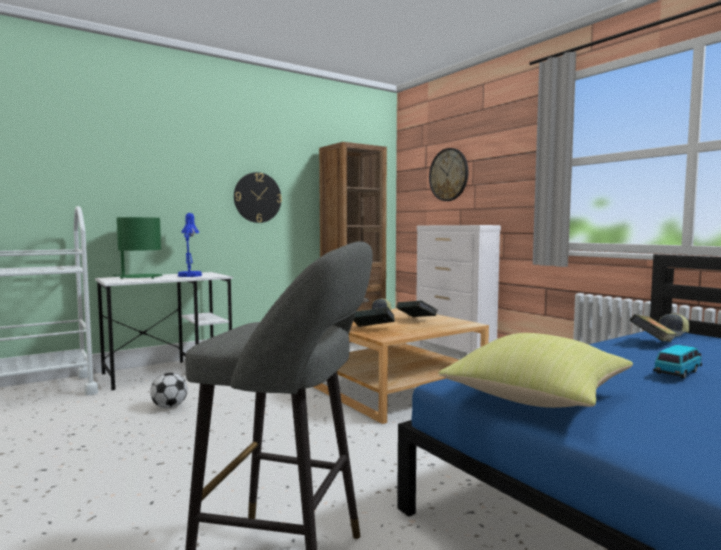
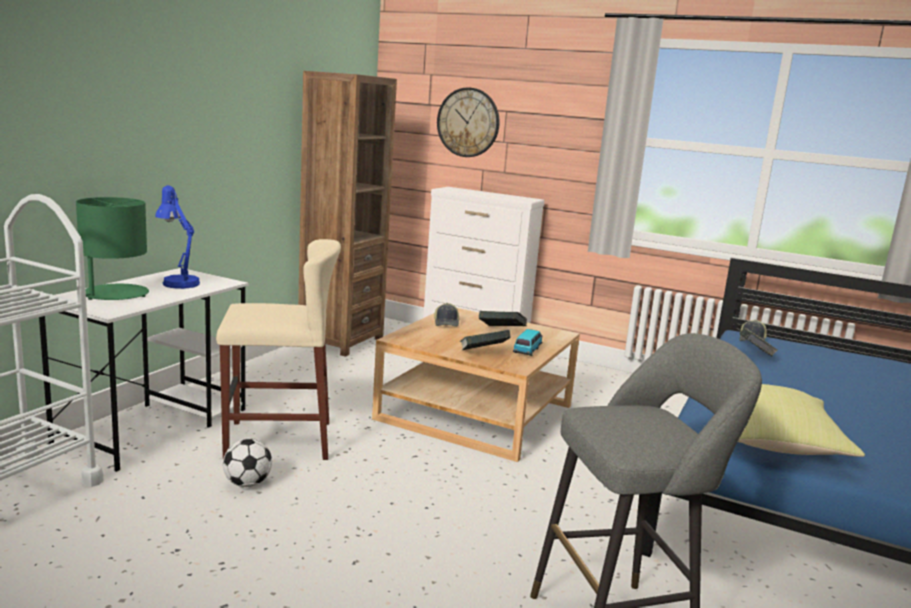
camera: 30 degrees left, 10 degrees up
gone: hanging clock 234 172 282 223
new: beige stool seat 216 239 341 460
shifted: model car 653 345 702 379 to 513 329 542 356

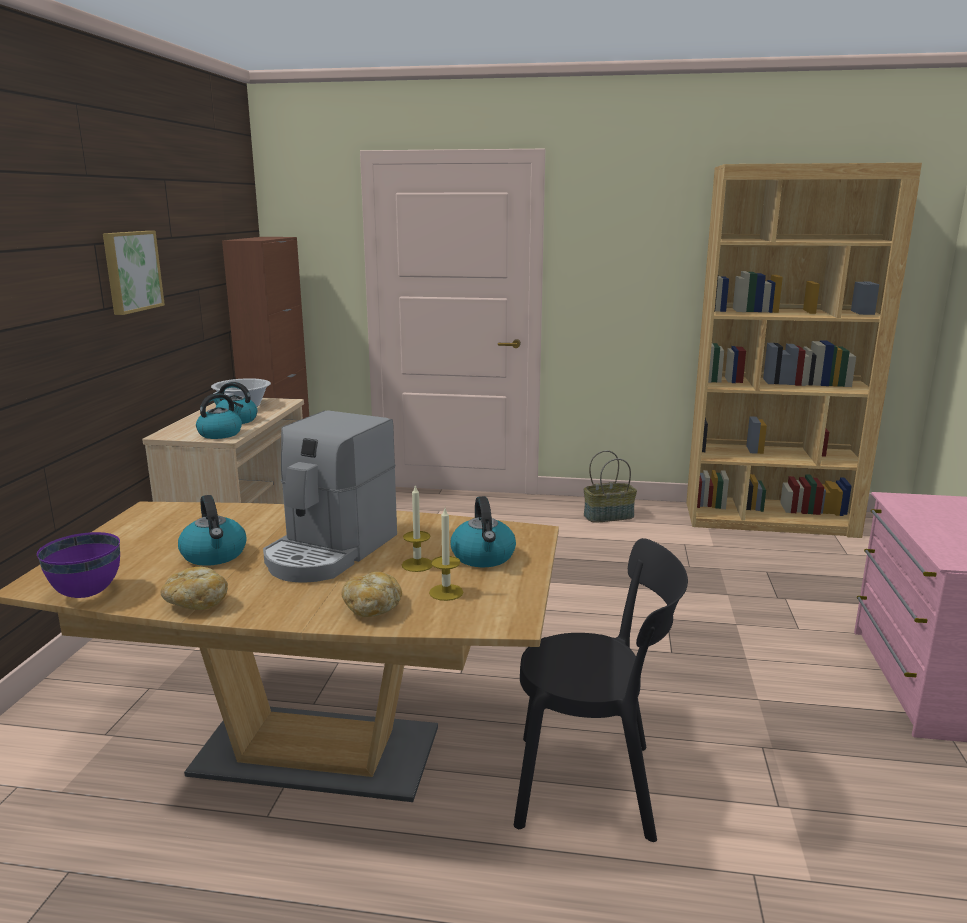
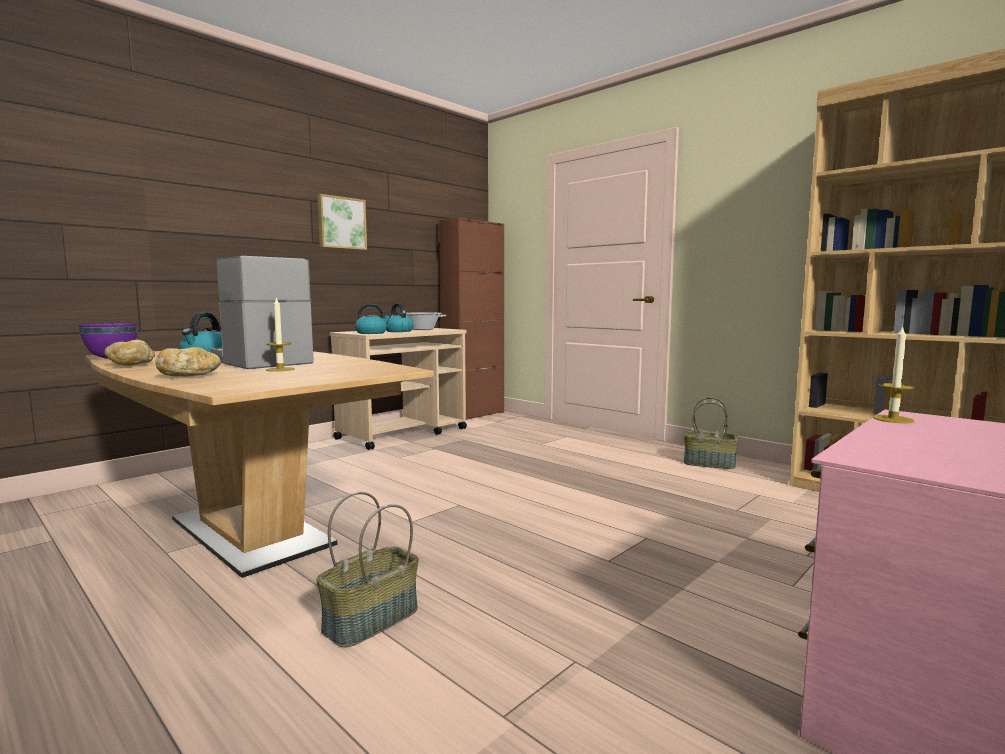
camera: 35 degrees right, 10 degrees down
gone: water kettle 451 496 516 567
shifted: candle 429 508 463 601 to 872 325 915 423
swapped: blackish upright chair 514 538 688 842 to storage basket 316 492 419 648
rotated: coffee brewer 263 410 397 583 = 211 256 314 369 75 degrees clockwise

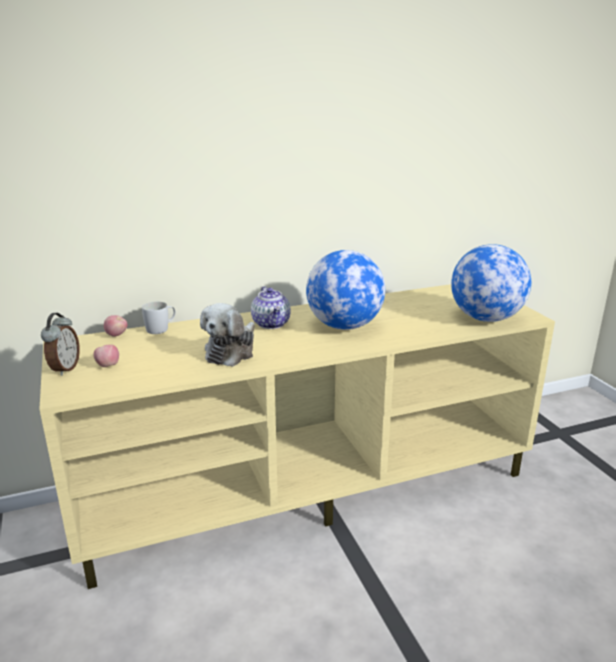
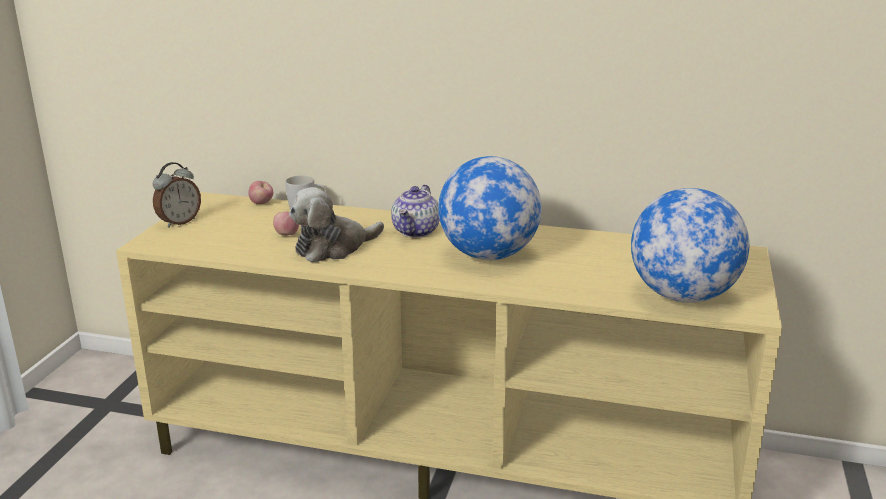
camera: 35 degrees right, 0 degrees up
shifted: whole apple 93 345 119 367 to 273 212 300 235

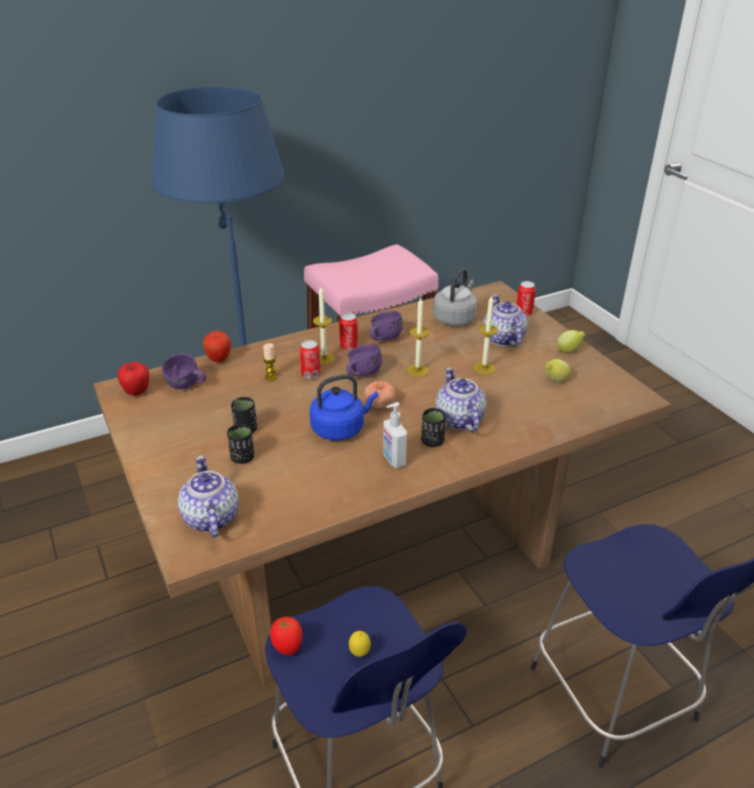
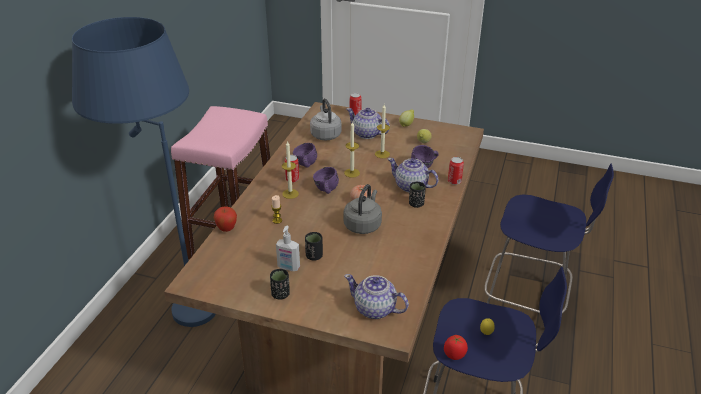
camera: 45 degrees left, 0 degrees up
gone: whole apple 118 362 149 396
shifted: sealed can 300 340 321 379 to 448 157 464 185; purplish mug 162 353 206 389 to 411 145 439 168; liquid soap bottle 383 402 407 468 to 276 226 300 271; blackish drinking cup 227 424 254 464 to 270 269 290 300
repainted: blue-coloured water kettle 310 374 378 441 to grey water kettle 343 184 382 234

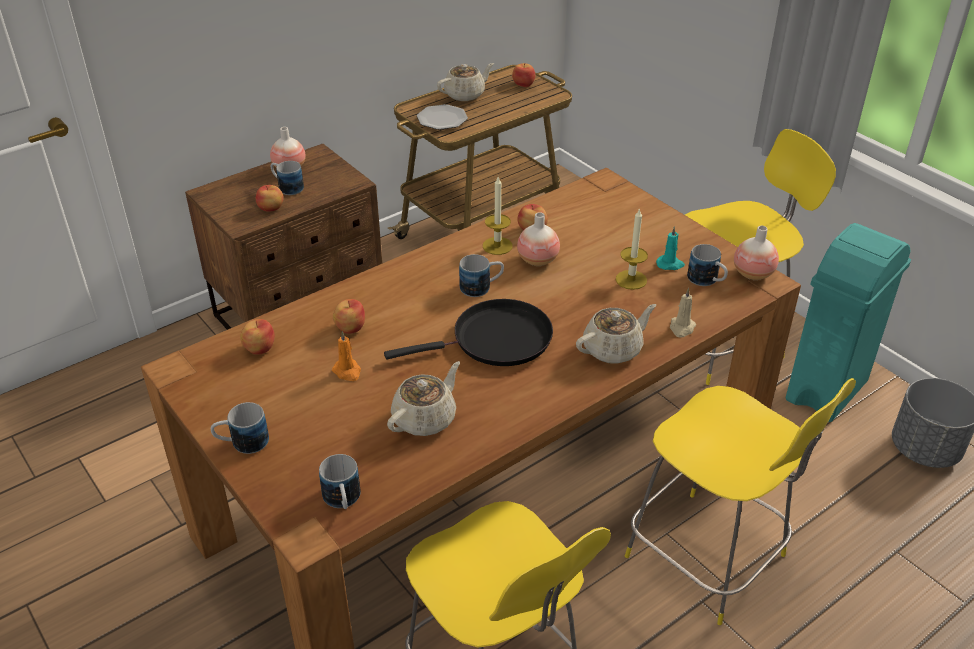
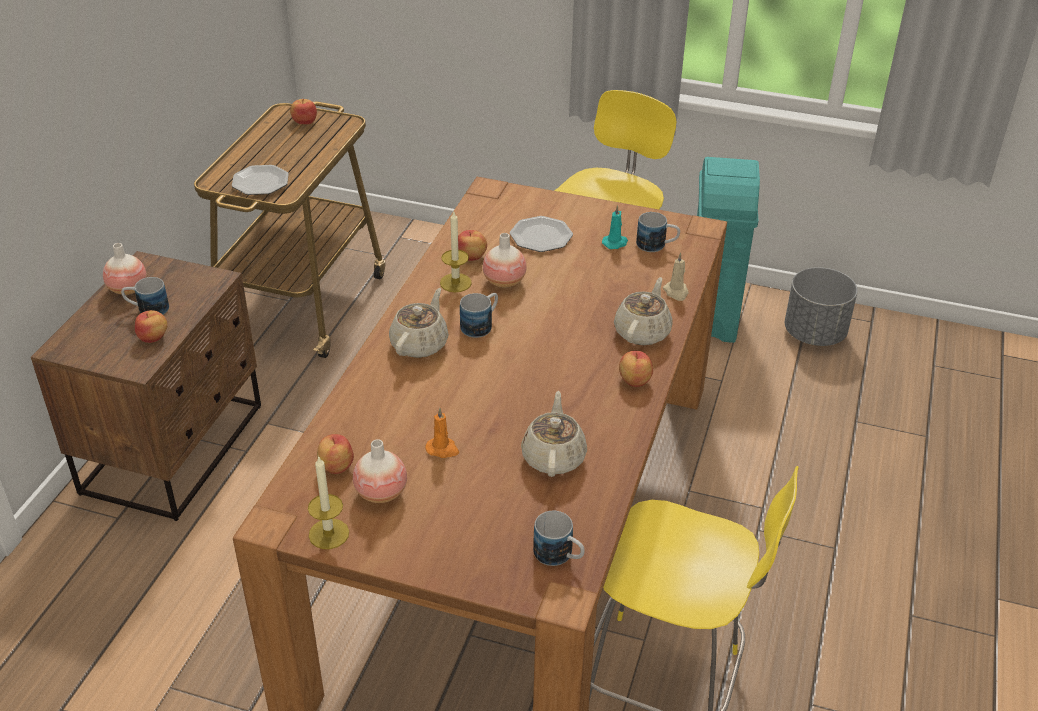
camera: 35 degrees left, 0 degrees up
gone: blackish pan 384 299 553 366; yellow-coloured upright chair 625 378 856 625; mug 211 402 269 454
new: dinner plate 510 216 573 252
shifted: beige tea pot 437 63 494 101 to 389 288 449 358; candle 616 208 648 290 to 308 455 349 549; decorative vase 734 226 779 280 to 353 439 407 503; whole apple 333 299 365 334 to 619 351 653 387

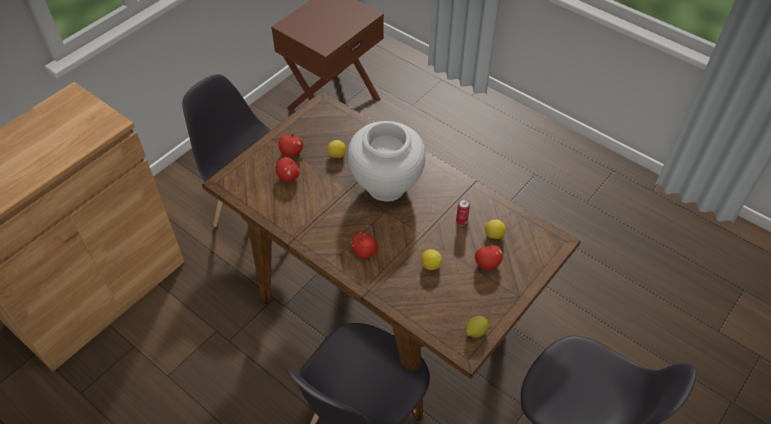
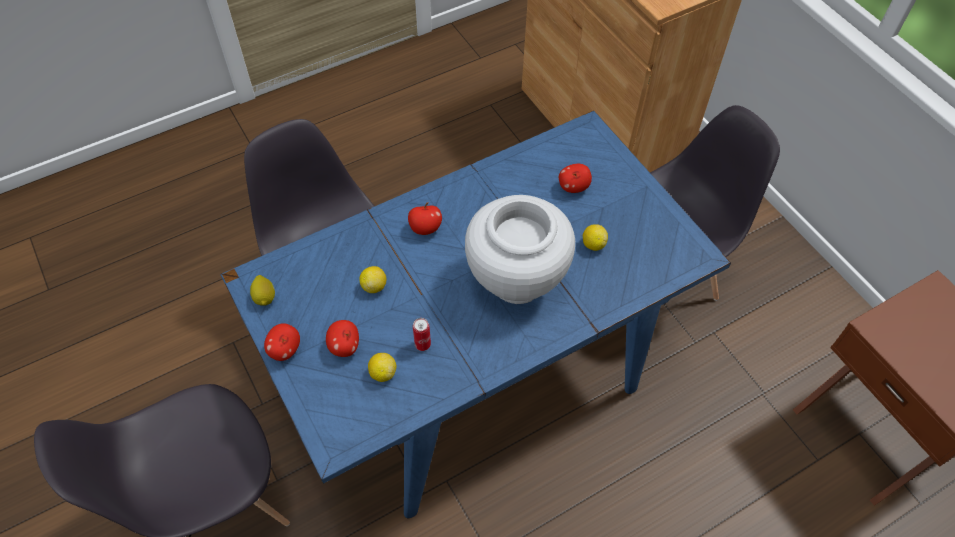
camera: 110 degrees right, 5 degrees up
shifted: whole apple 278 133 303 157 to 264 323 300 361
repainted: brownish dining table 202 91 581 421 to blue-coloured dining table 220 111 731 518

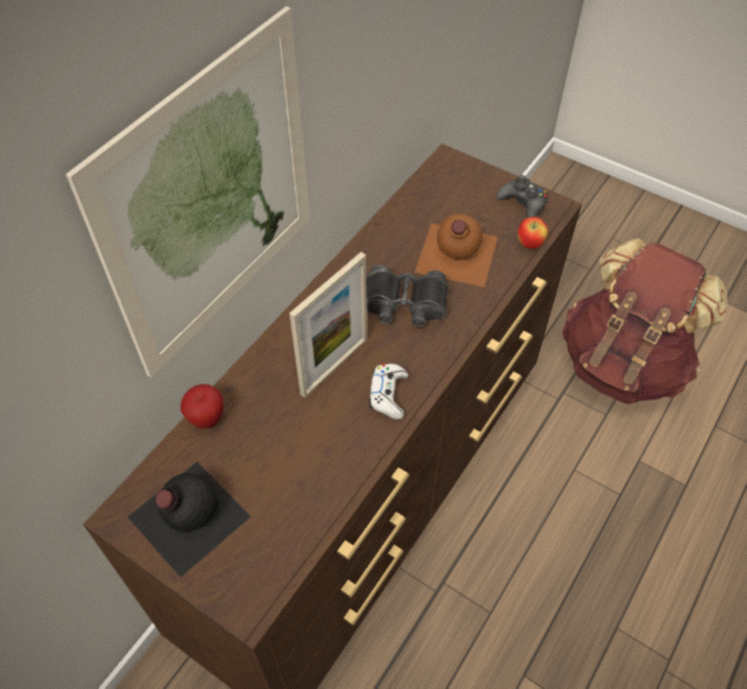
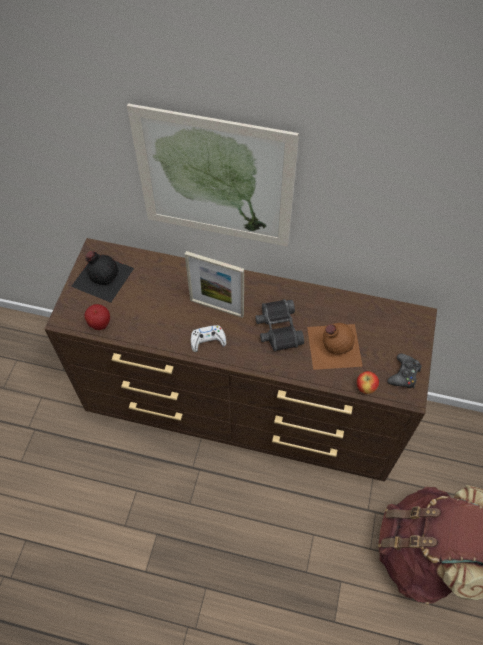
camera: 70 degrees right, 5 degrees up
shifted: whole apple 181 384 223 429 to 84 304 110 330

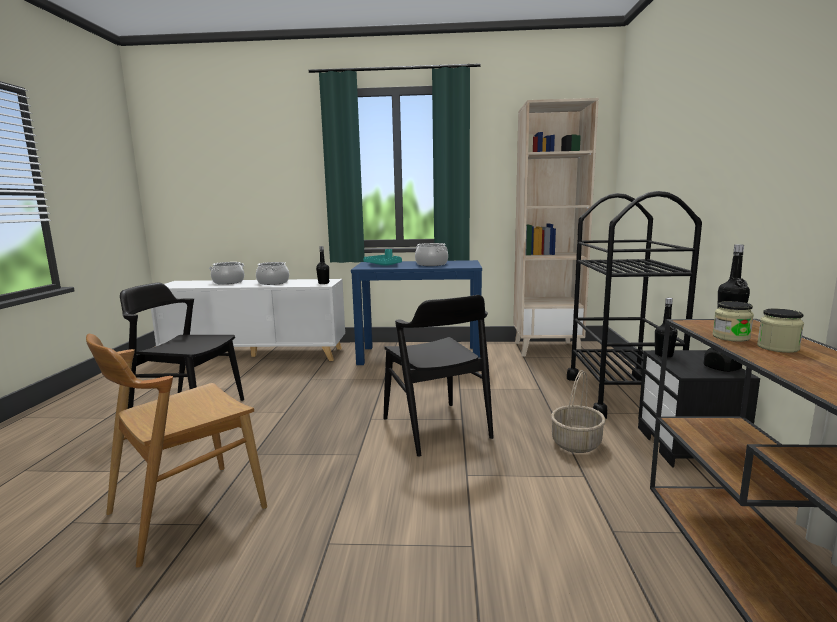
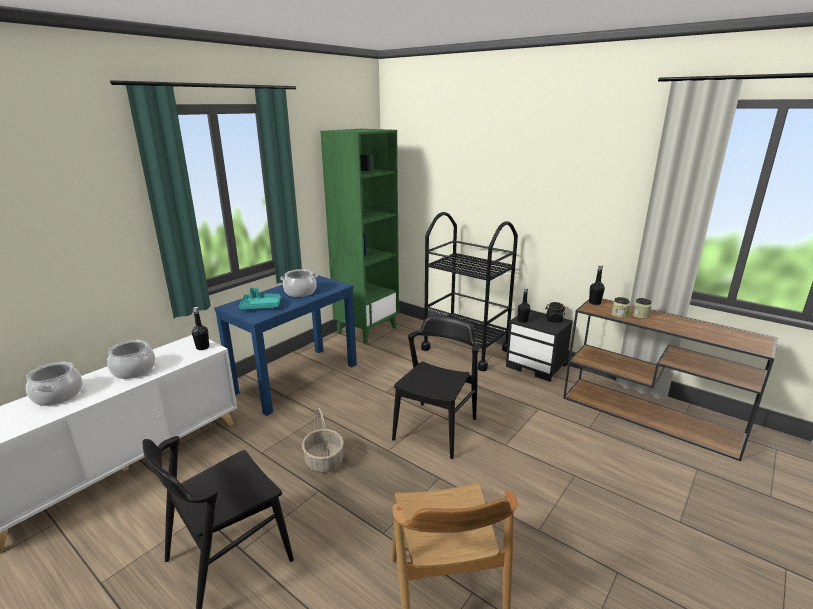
camera: 55 degrees left, 10 degrees up
shifted: storage basket 551 370 606 453 to 302 408 344 473
repainted: beige shelving unit 513 98 599 357 to green shelving unit 321 129 399 344
rotated: blackish upright chair 384 295 494 457 = 392 315 479 459 75 degrees counterclockwise

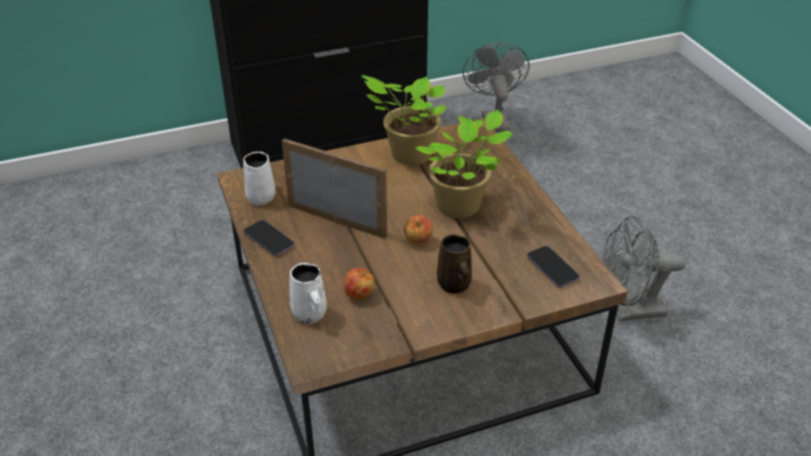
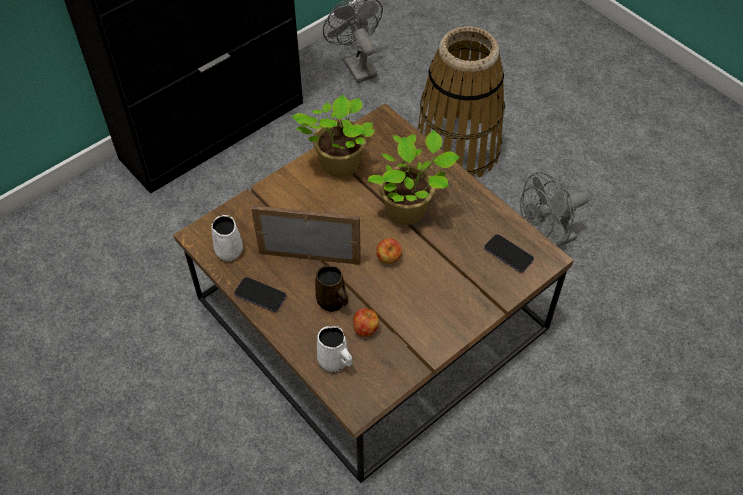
camera: 20 degrees left, 15 degrees up
new: storage basket 417 26 505 178
shifted: brownish mug 437 234 472 294 to 315 266 348 312

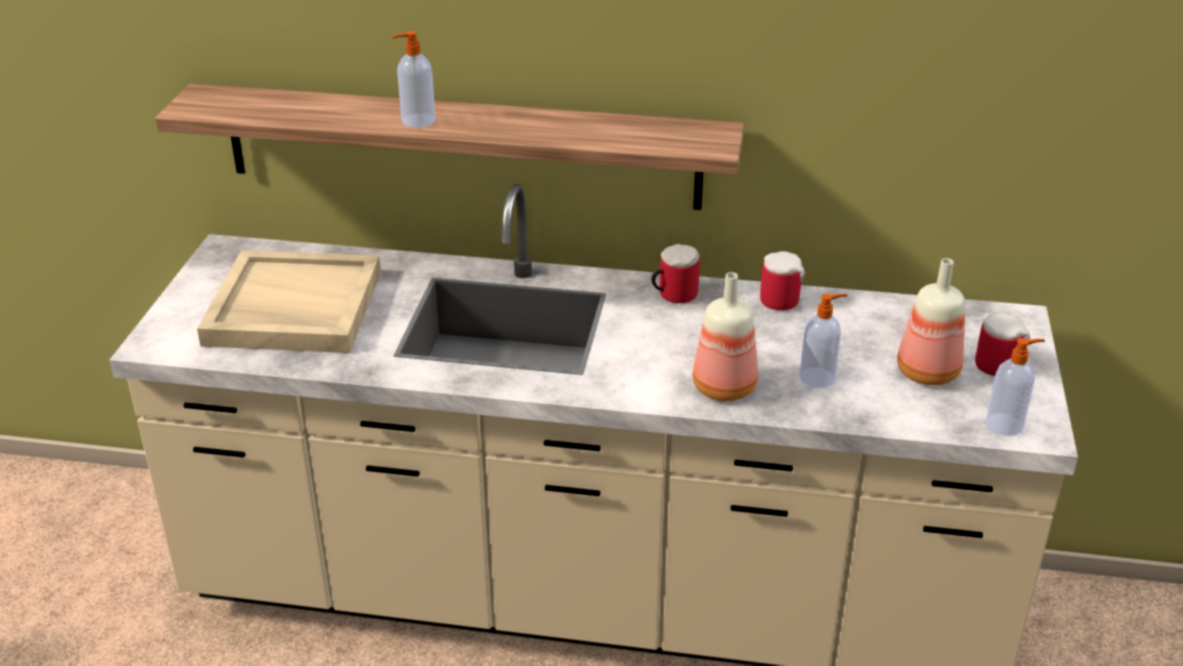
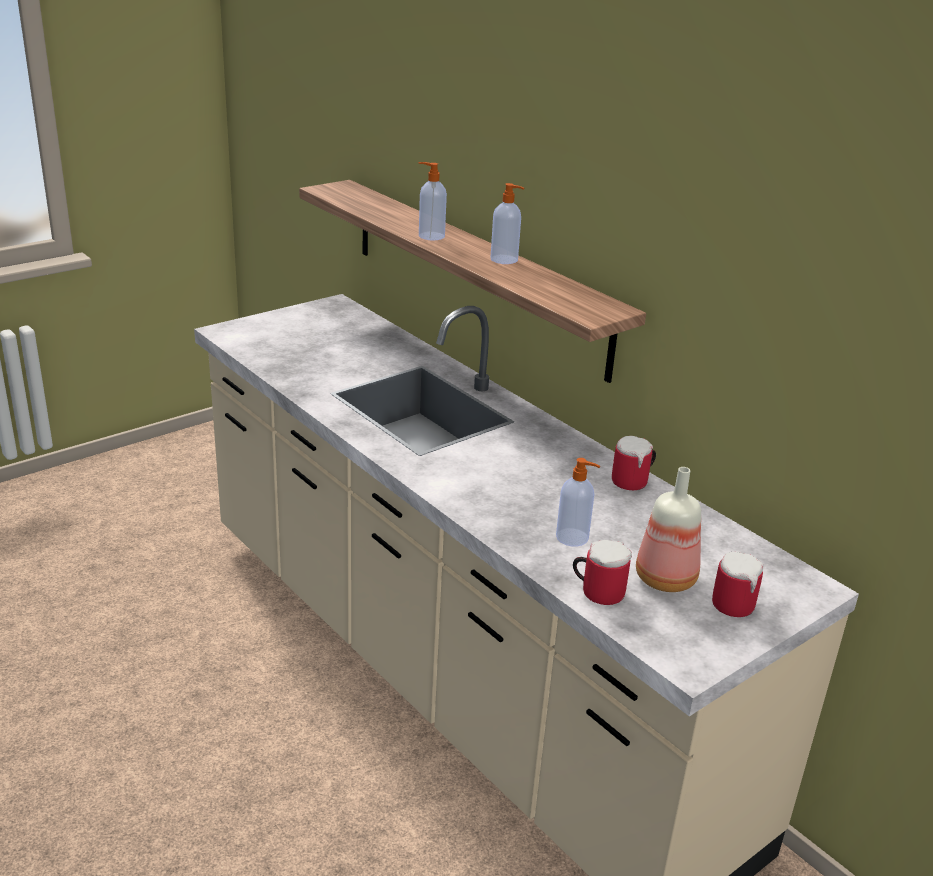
camera: 40 degrees right, 5 degrees down
gone: beige serving tray 197 250 381 353; bottle 693 272 758 401
shifted: mug 651 244 700 303 to 573 540 632 605; liquid soap bottle 986 338 1045 436 to 491 183 524 264

